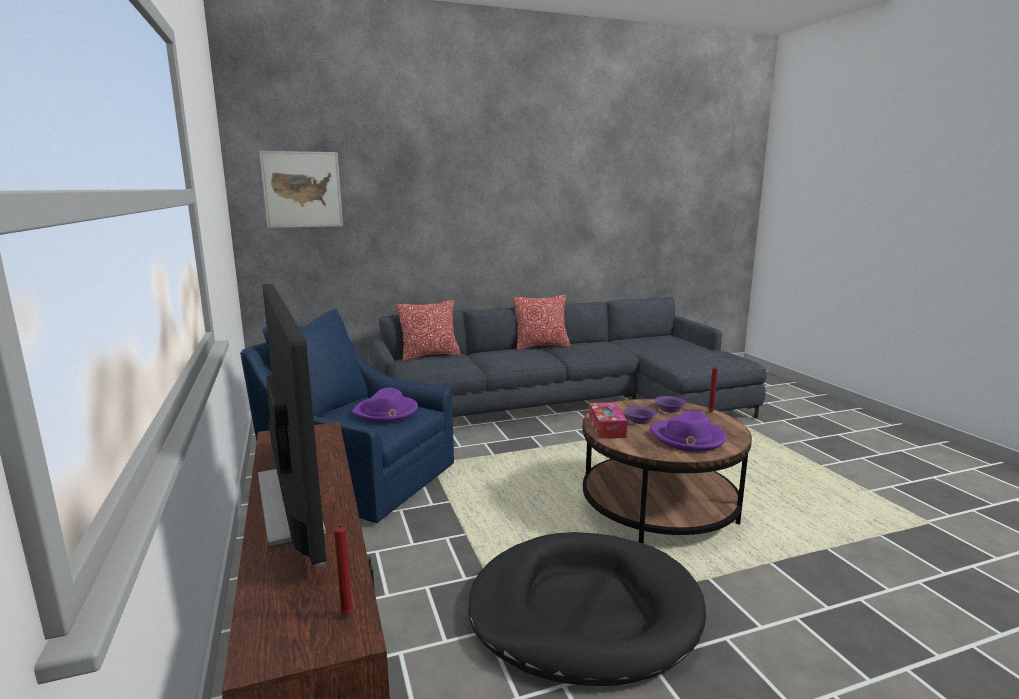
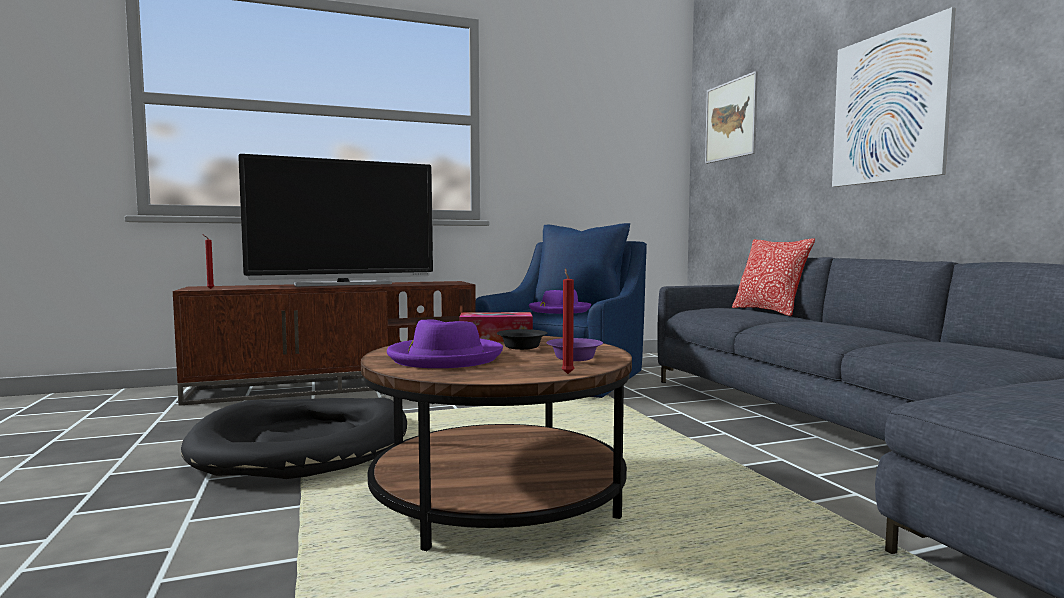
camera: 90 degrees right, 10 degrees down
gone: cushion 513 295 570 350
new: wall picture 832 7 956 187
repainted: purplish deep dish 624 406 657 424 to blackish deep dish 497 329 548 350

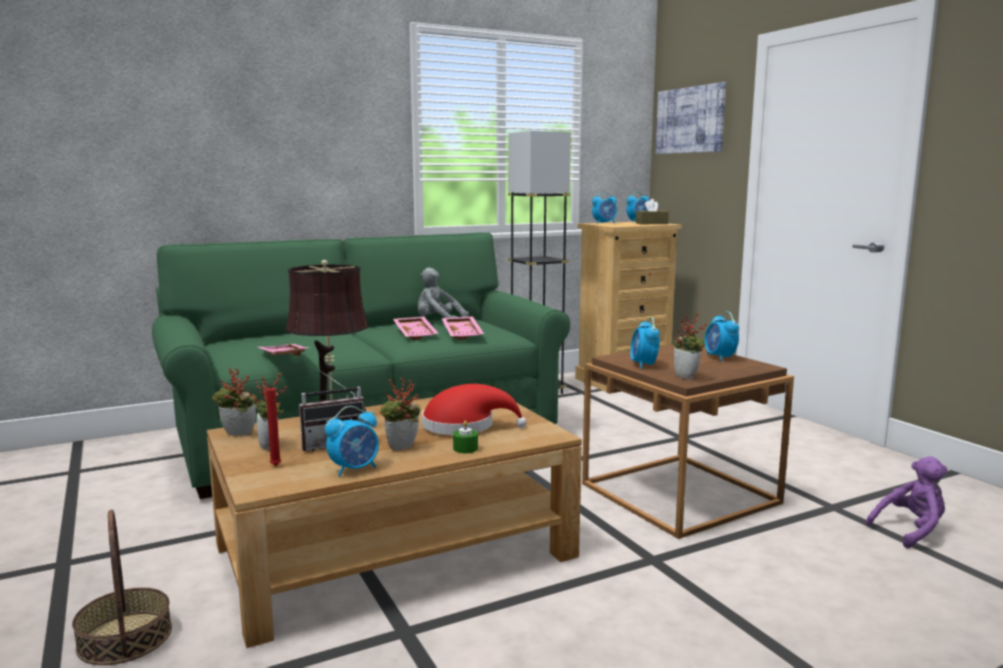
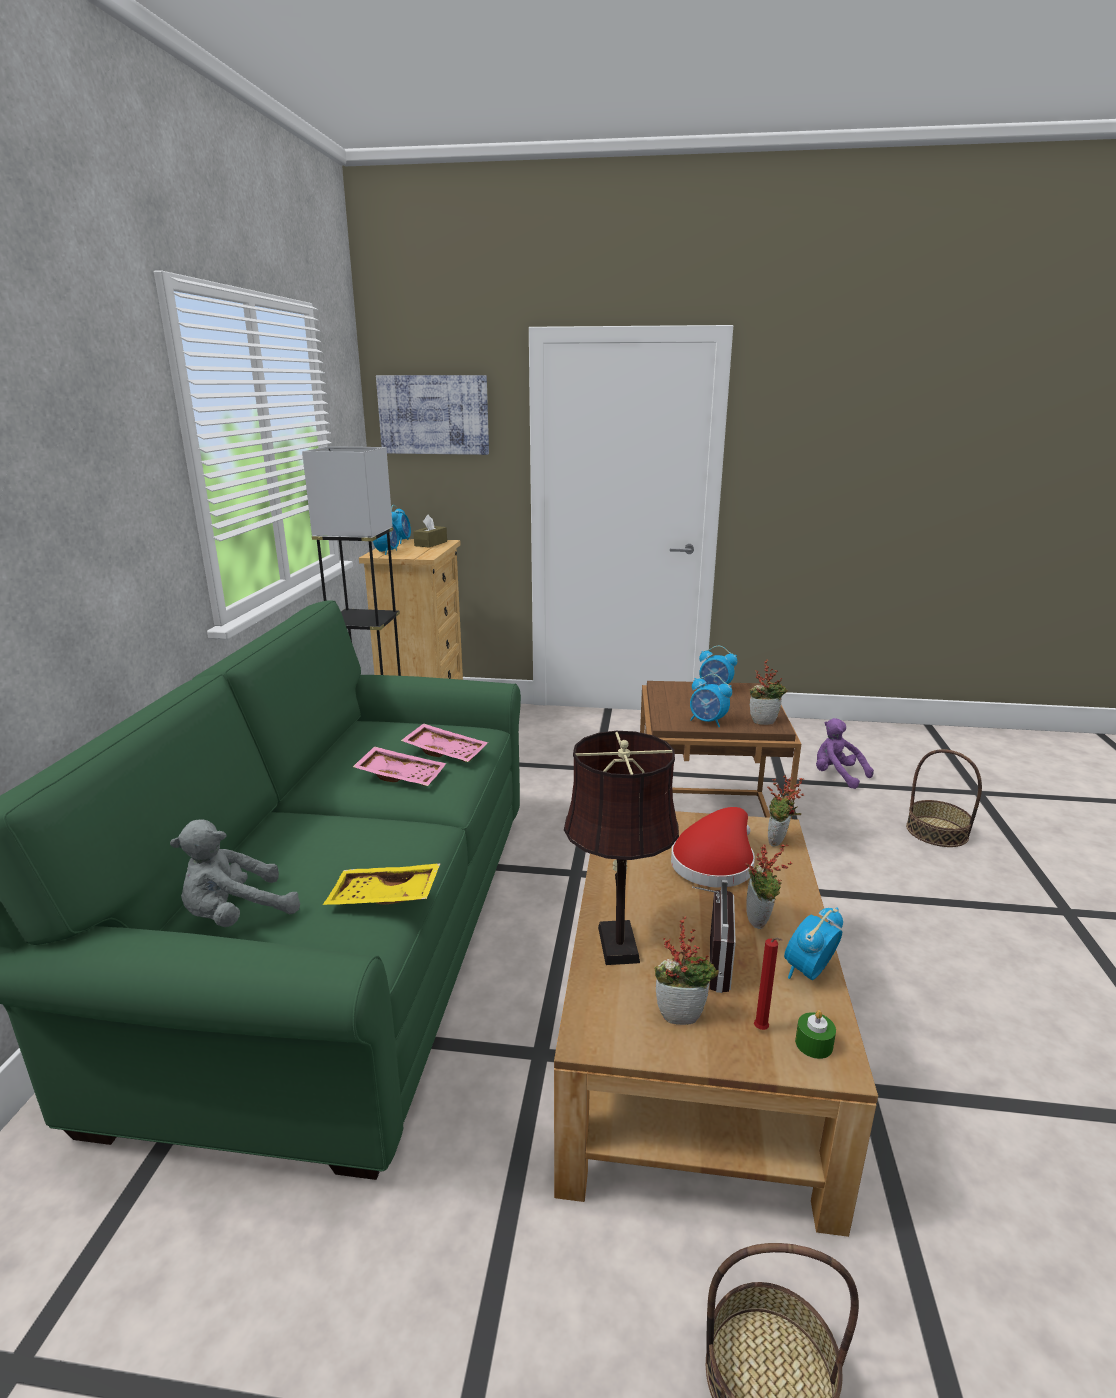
camera: 55 degrees left, 10 degrees up
new: storage basket 906 749 982 847
shifted: grey cuddly toy 418 267 469 318 to 170 819 300 927; plant in a pot 212 368 256 436 to 767 775 804 847; green candle 453 420 478 453 to 795 1010 836 1059
repainted: pink serving tray 258 344 308 356 to yellow-coloured serving tray 323 863 441 905
rotated: alarm clock 325 406 379 477 = 784 907 843 980 135 degrees counterclockwise; purplish cuddly toy 866 456 948 548 = 816 718 874 789 60 degrees counterclockwise

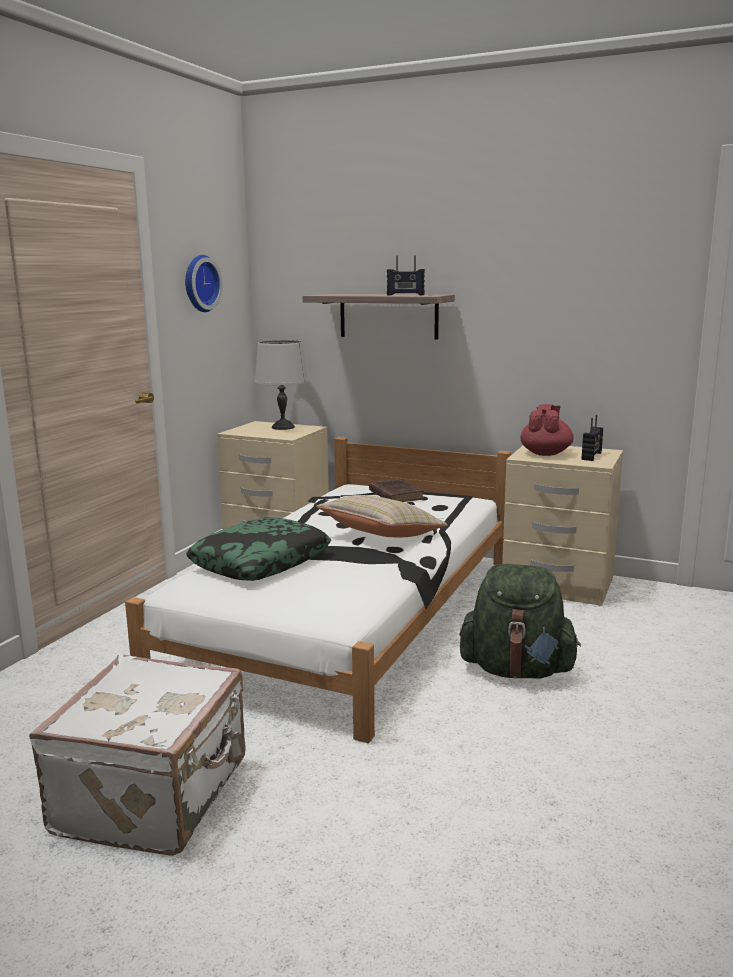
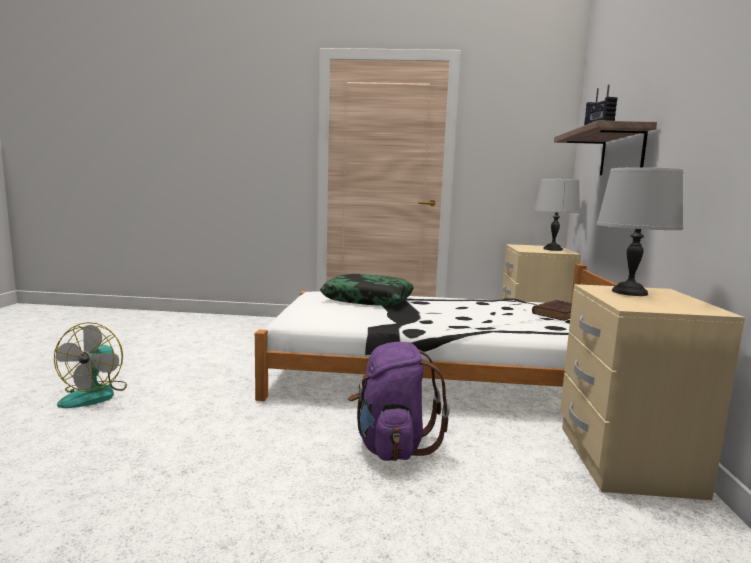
camera: 70 degrees right, 5 degrees down
gone: hanging clock 185 255 223 312; radio set 582 415 603 461; beige cushion 316 495 448 537; white-coloured piece of luggage 29 654 246 856
new: electric fan 54 322 127 408
swapped: red tea pot 521 404 574 456 to grey tabletop lamp 597 167 683 296
repainted: green rucksack 459 564 581 678 to purplish rucksack 348 342 450 461

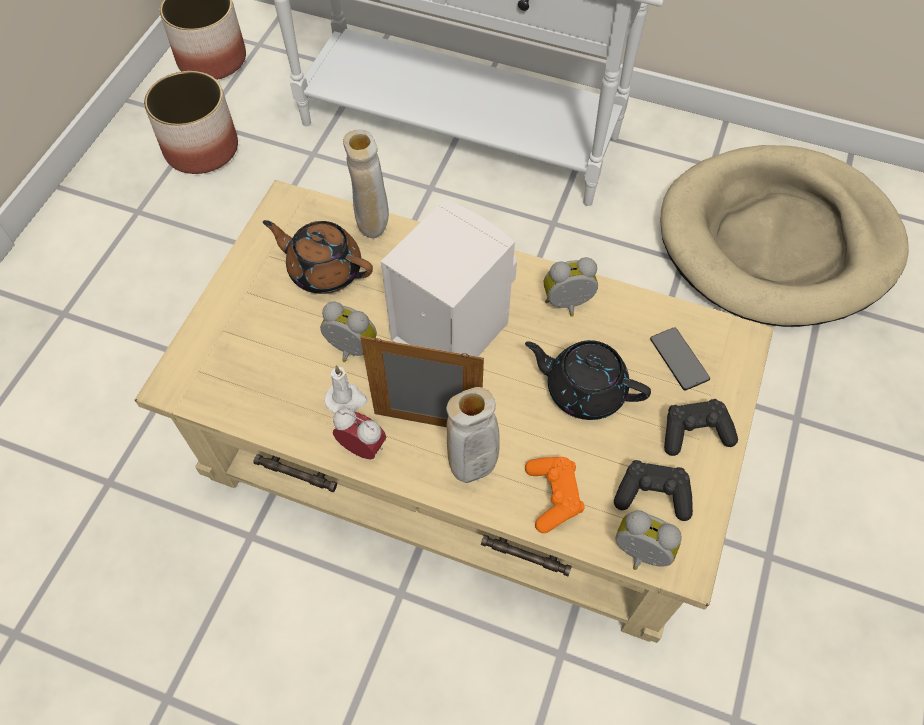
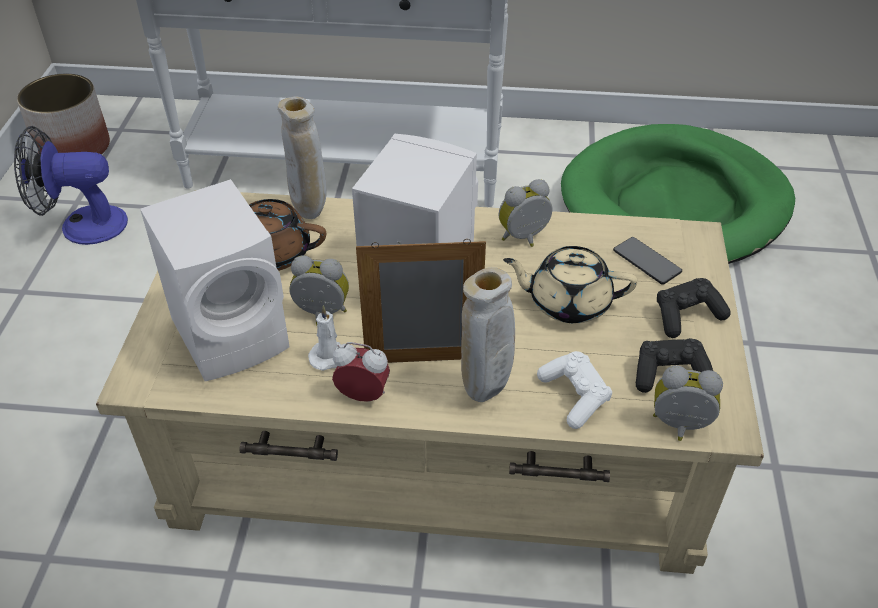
camera: 15 degrees left, 15 degrees down
new: white-coloured loudspeaker 140 179 290 381
swapped: planter 144 71 238 174 to electric fan 14 126 128 245
repainted: beige dog cushion 660 145 909 327 to green dog cushion 561 124 795 264; blackish tea pot 525 340 651 420 to beige tea pot 503 246 638 323; orange joypad 525 457 584 533 to white-coloured joypad 537 351 612 429

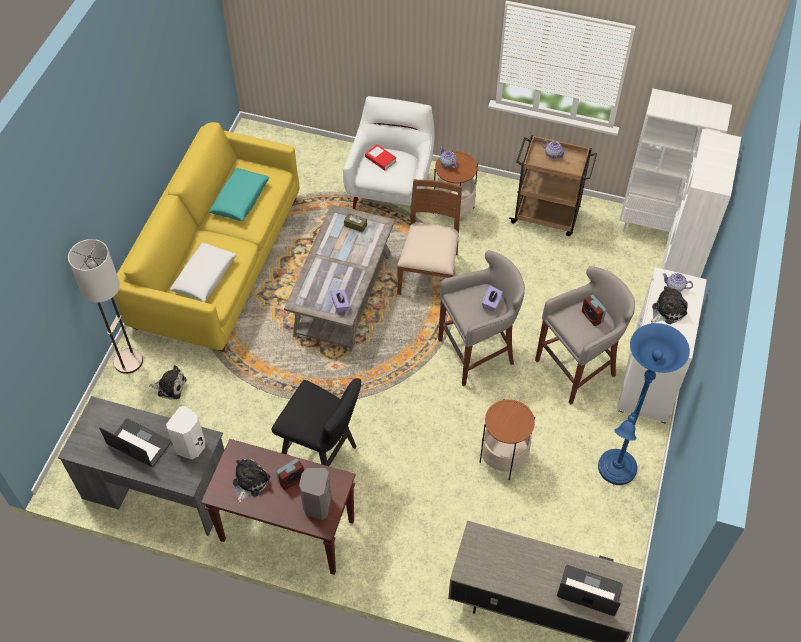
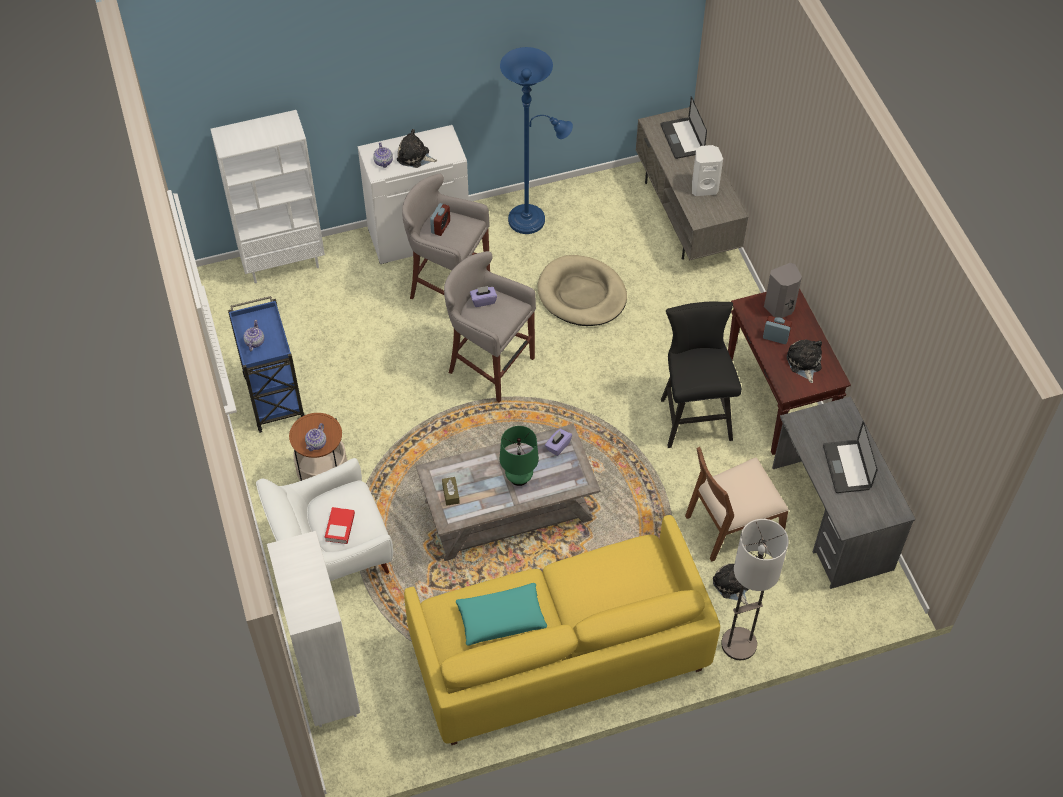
camera: 125 degrees left, 0 degrees up
gone: white-coloured cushion 170 243 237 302
new: green tabletop lamp 500 426 539 486
shifted: white-coloured shelving unit 619 88 732 232 to 267 531 360 727; brownish upright chair 397 179 462 295 to 685 447 789 562; white-coloured loudspeaker 166 406 205 459 to 692 145 723 196
swapped: accent table 480 399 535 480 to beige dog cushion 538 255 627 326
repainted: brownish cart 509 135 597 236 to blue-coloured cart 228 296 304 433
rotated: cuddly toy 233 459 270 503 = 787 340 822 383 90 degrees clockwise

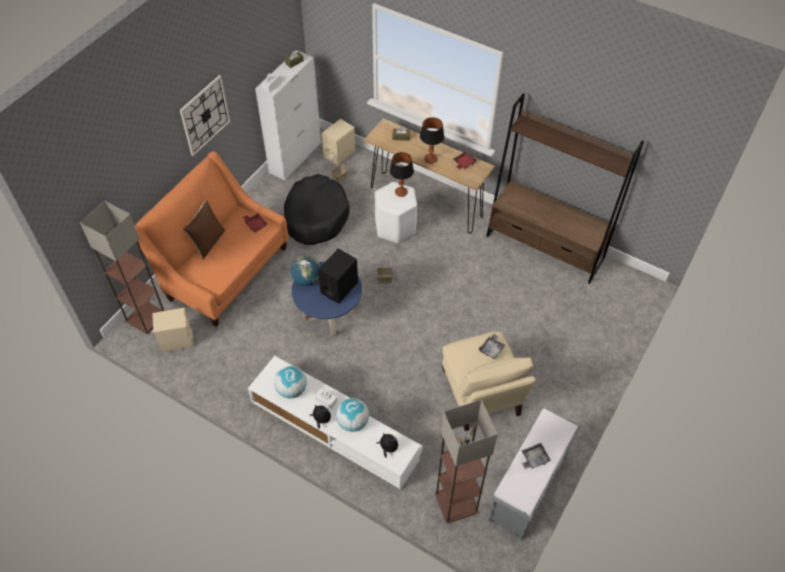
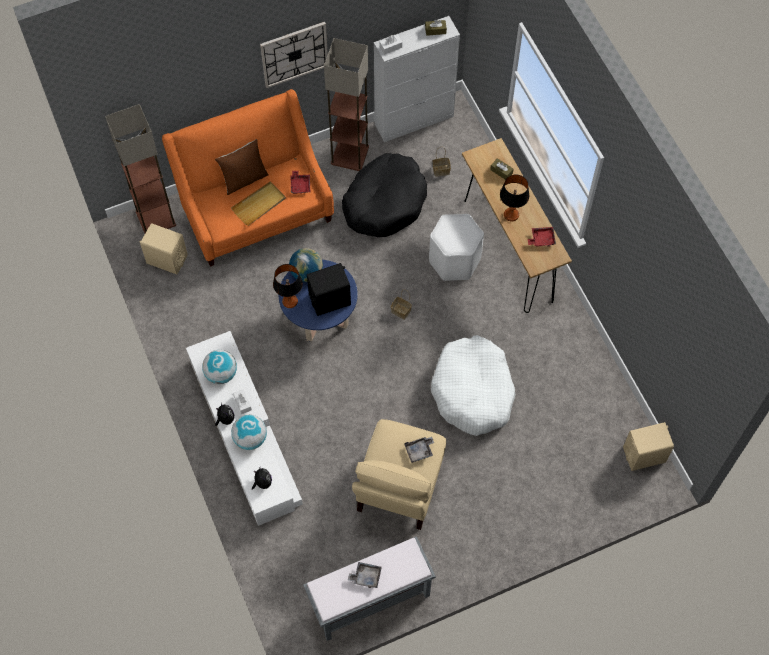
camera: 35 degrees right, 10 degrees up
gone: brownish shelving unit 486 93 644 284
new: beige serving tray 231 182 286 226; white-coloured dog cushion 431 335 516 436
shifted: beige loudspeaker 322 119 356 165 to 623 422 674 471; tabletop lamp 390 152 414 197 to 273 264 303 308; standard lamp 435 399 498 524 to 324 38 369 171

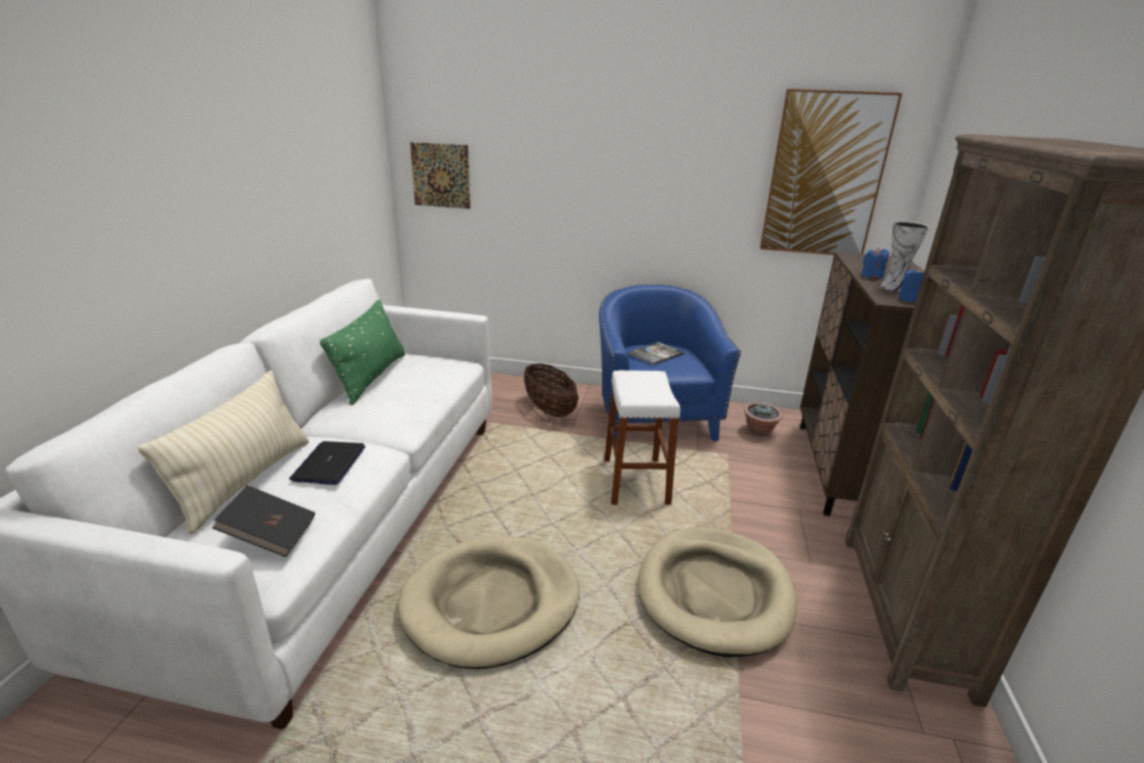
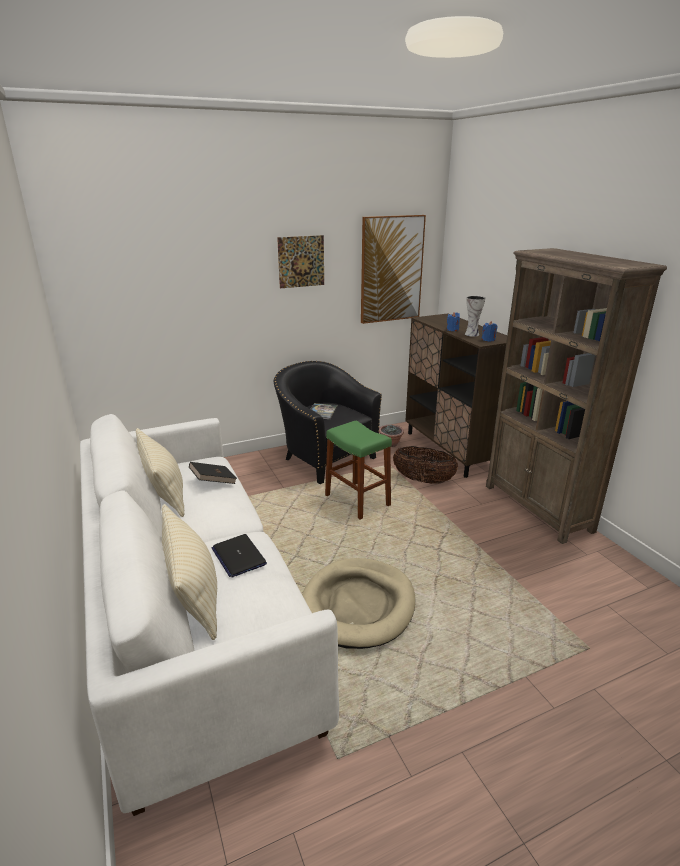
camera: 35 degrees left, 0 degrees up
gone: beige dog cushion 638 527 797 657
shifted: wall picture 410 142 471 209 to 277 235 324 288; storage basket 524 363 579 417 to 393 446 459 484; blackish book 212 485 315 557 to 189 462 237 484
repainted: blue-coloured easy chair 599 284 741 442 to blackish easy chair 274 361 382 484; green cushion 320 299 405 405 to beige cushion 136 428 184 517; white-coloured stool seat 604 370 680 505 to green stool seat 325 421 392 519

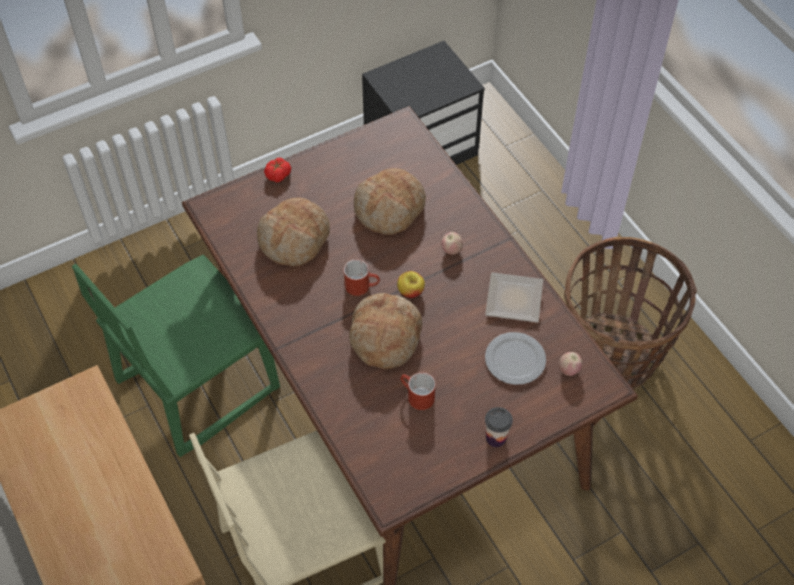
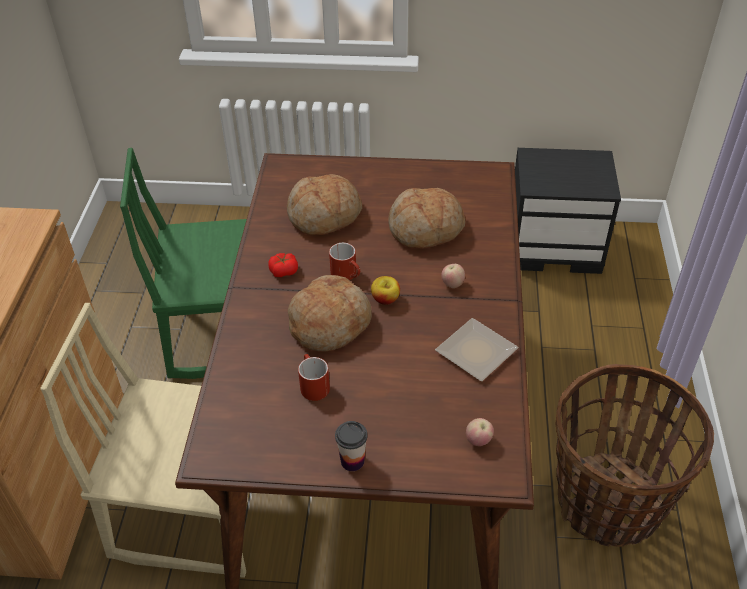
camera: 35 degrees right, 10 degrees down
gone: dinner plate 485 332 546 385
shifted: tomato 264 158 291 182 to 268 253 298 277

